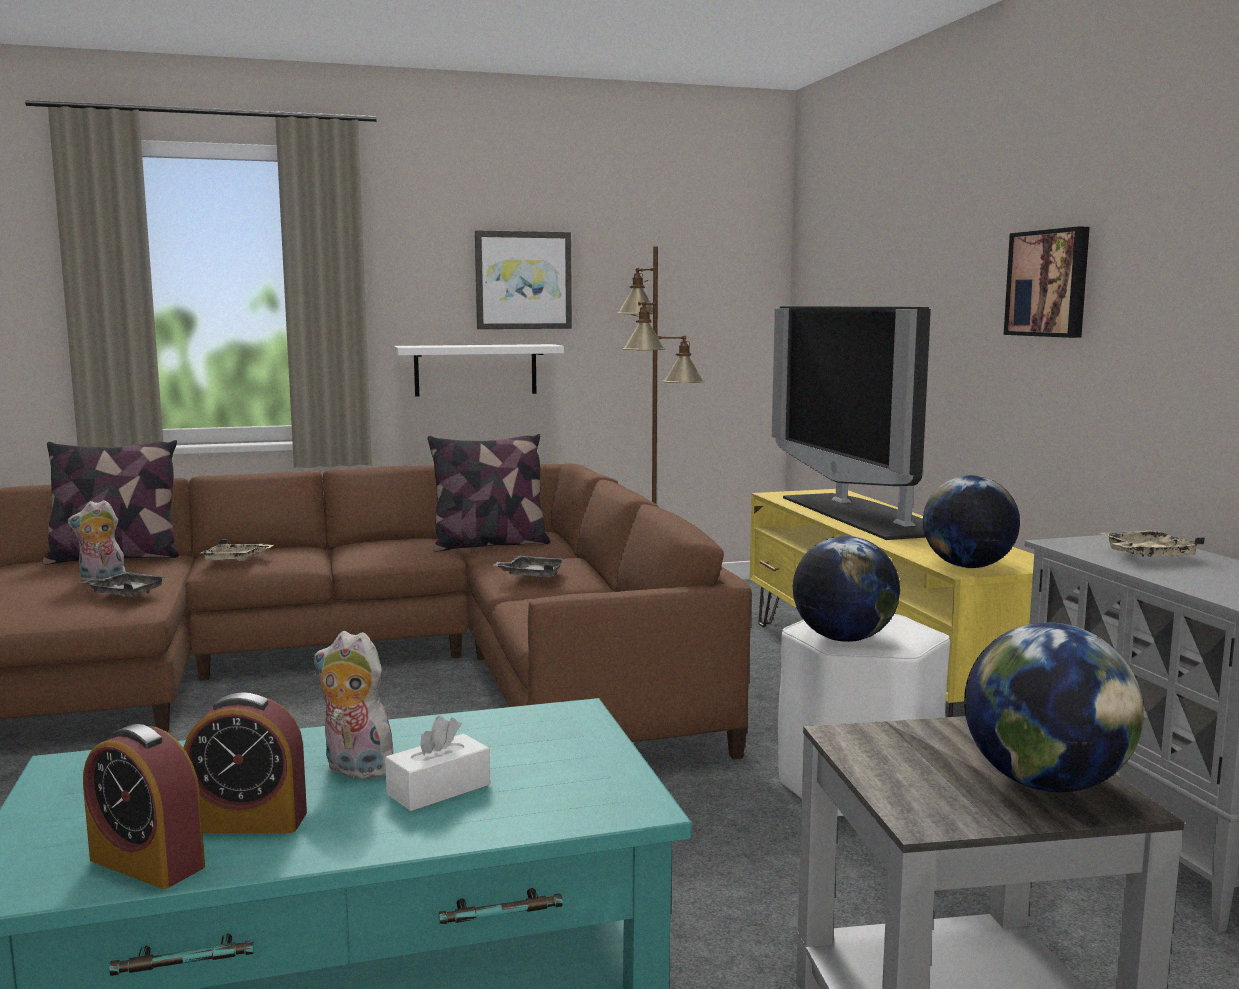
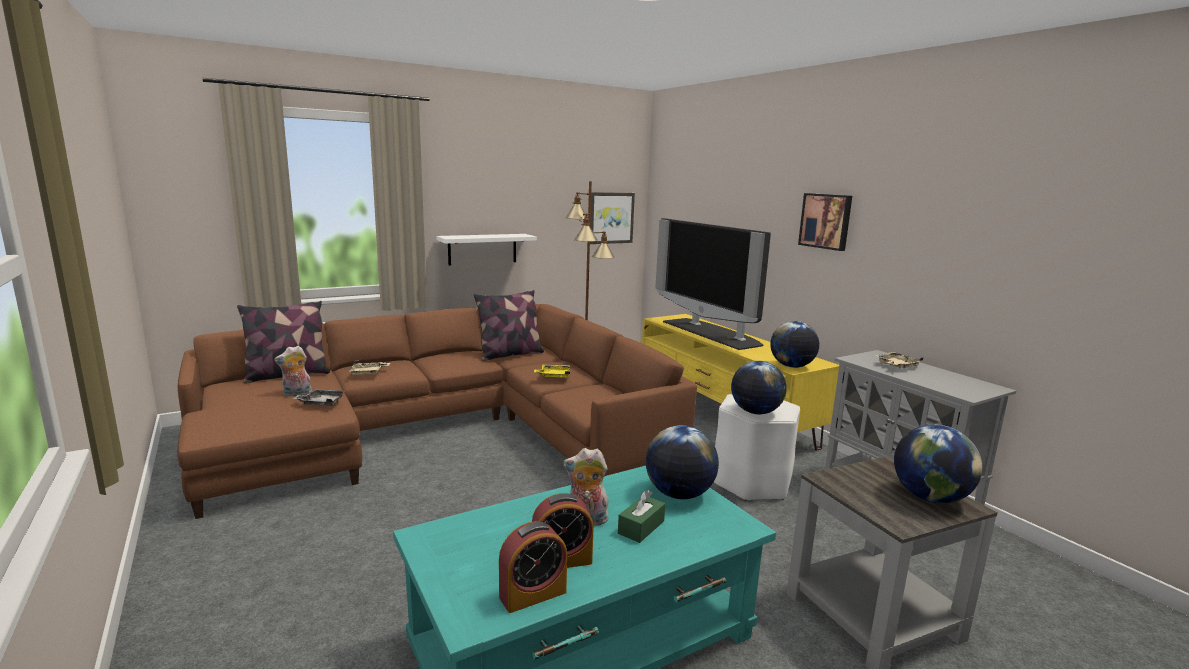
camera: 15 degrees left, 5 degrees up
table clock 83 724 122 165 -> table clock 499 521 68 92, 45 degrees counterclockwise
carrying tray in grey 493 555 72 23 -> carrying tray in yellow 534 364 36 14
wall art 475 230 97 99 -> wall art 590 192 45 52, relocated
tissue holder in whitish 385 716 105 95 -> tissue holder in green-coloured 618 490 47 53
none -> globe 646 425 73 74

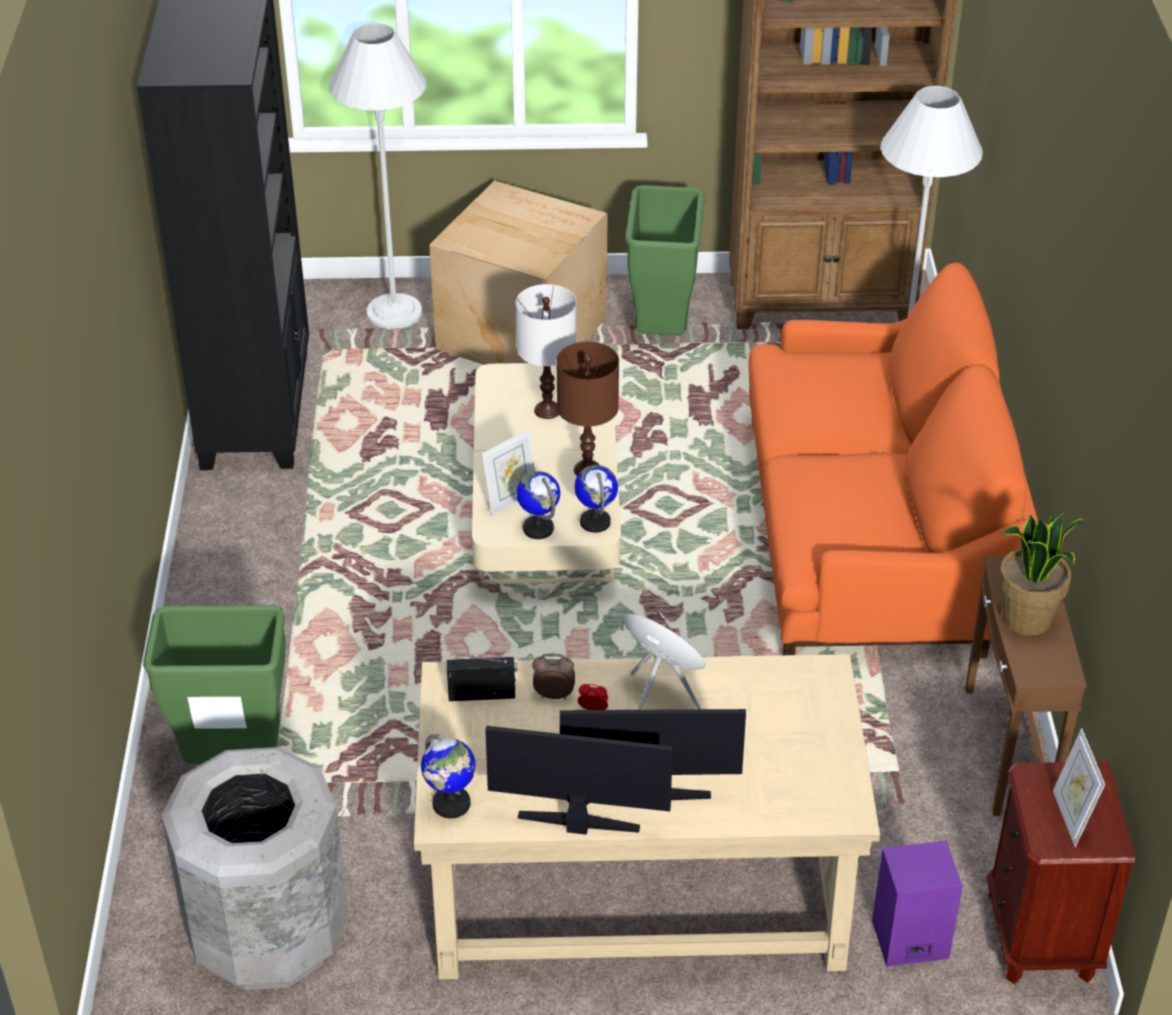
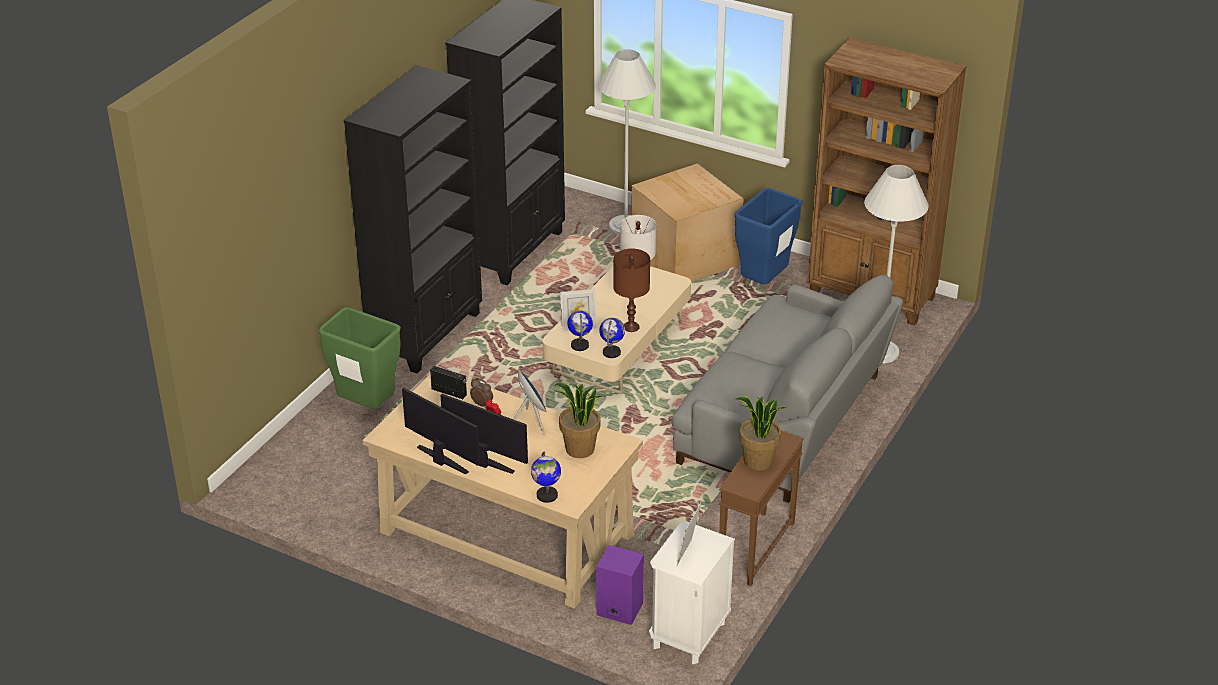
camera: 30 degrees right, 5 degrees down
none -> bookshelf in black-coloured 344 65 138 309
globe 421 734 55 84 -> globe 531 451 30 52, relocated
none -> potted plant 554 383 49 75
night table in brown 987 761 148 223 -> night table in whitish 649 522 86 142
settee in orangey 748 263 290 396 -> settee in grey 672 275 231 228
rubbish bin in green-coloured 625 185 80 151 -> rubbish bin in blue-coloured 734 188 68 96
rubbish bin in grey 161 747 188 243 -> none

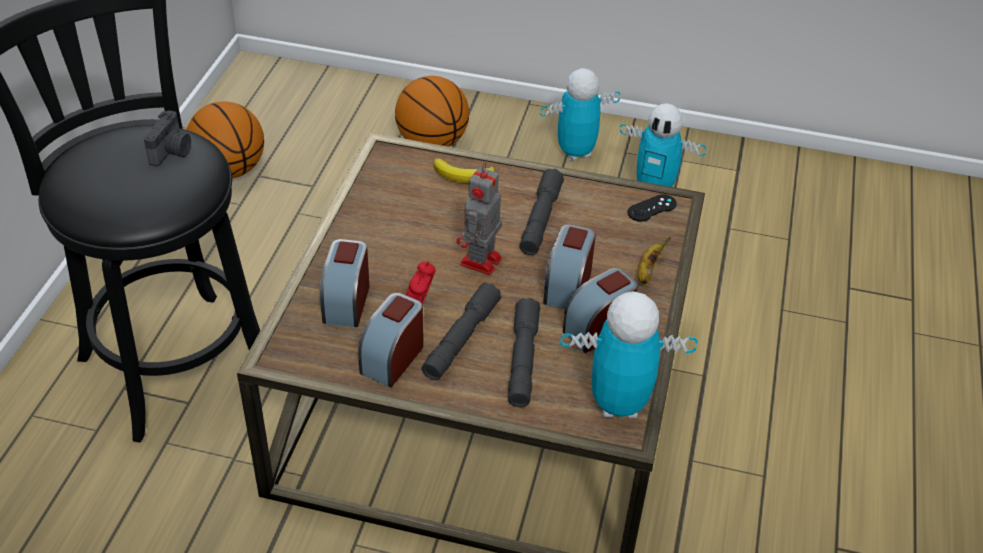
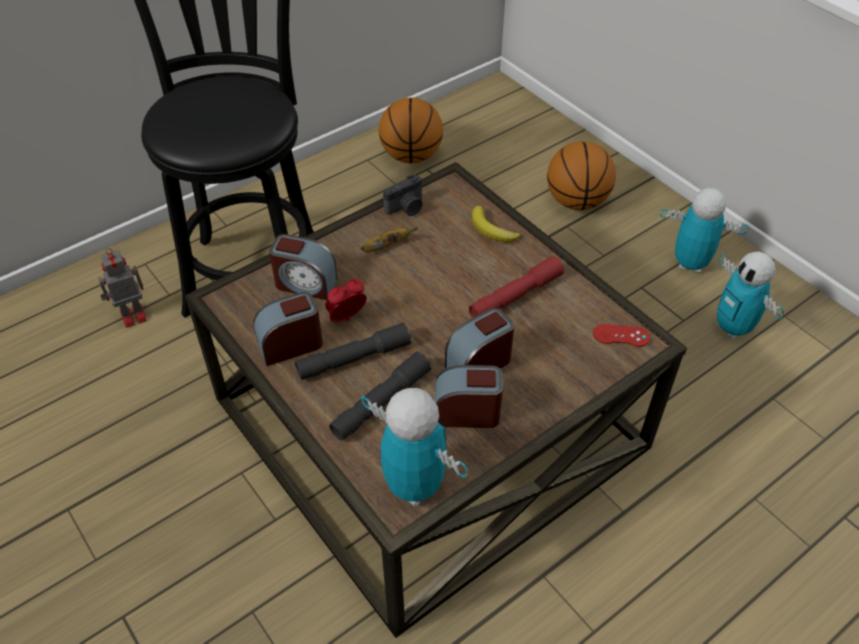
camera: 40 degrees right, 5 degrees up
toy robot 457 163 45 112 -> toy robot 98 248 49 80, relocated
table clock 319 239 50 88 -> table clock 269 234 68 66, 120 degrees counterclockwise
banana fruit 638 236 33 48 -> banana fruit 361 227 56 25, relocated
photo camera 144 110 47 57 -> photo camera 383 174 40 42, relocated
flashlight in grey 520 168 44 87 -> flashlight in red-coloured 469 256 95 62
game controller in black-coloured 628 194 49 28 -> game controller in red-coloured 593 324 57 23

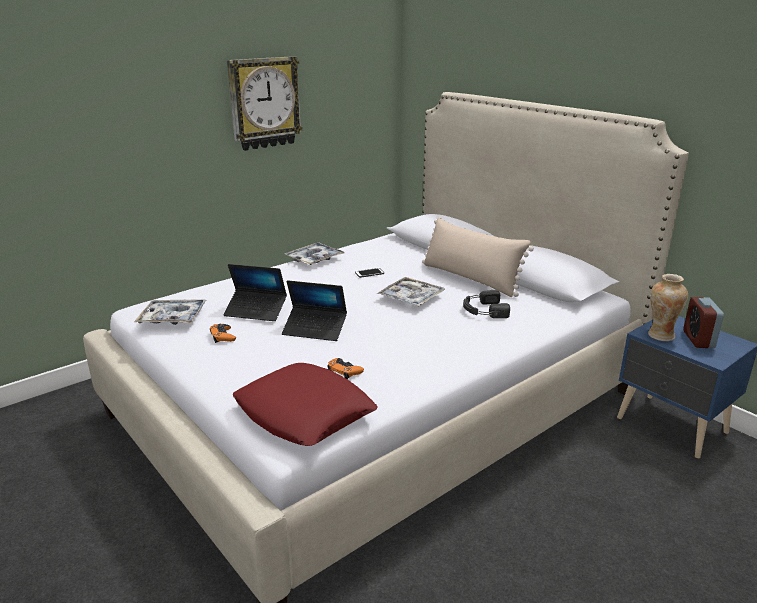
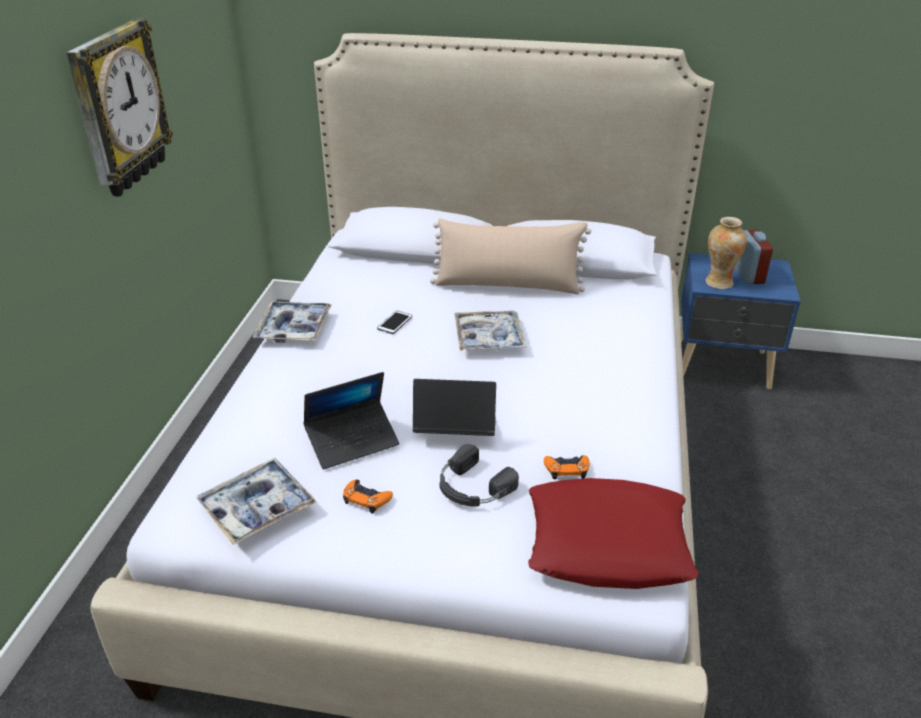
camera: 40 degrees left, 10 degrees up
laptop 282 280 65 61 -> laptop 413 379 83 57, 150 degrees counterclockwise
pair of headphones in black-coloured 463 290 47 28 -> pair of headphones in black-coloured 439 444 80 63, relocated
table clock 683 297 41 51 -> table clock 734 230 39 54, 150 degrees counterclockwise

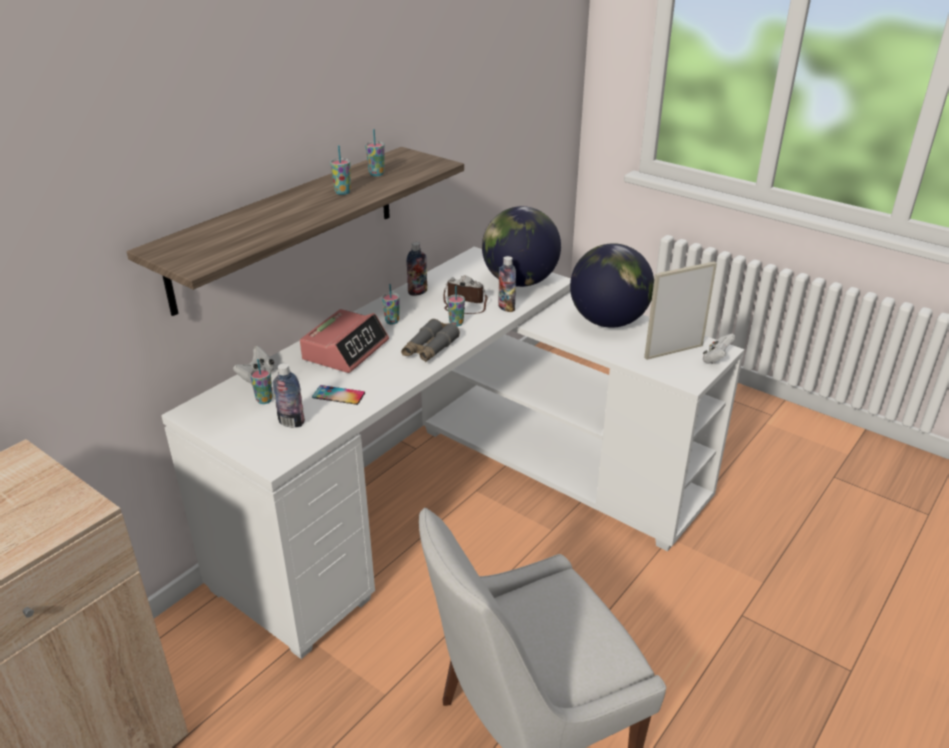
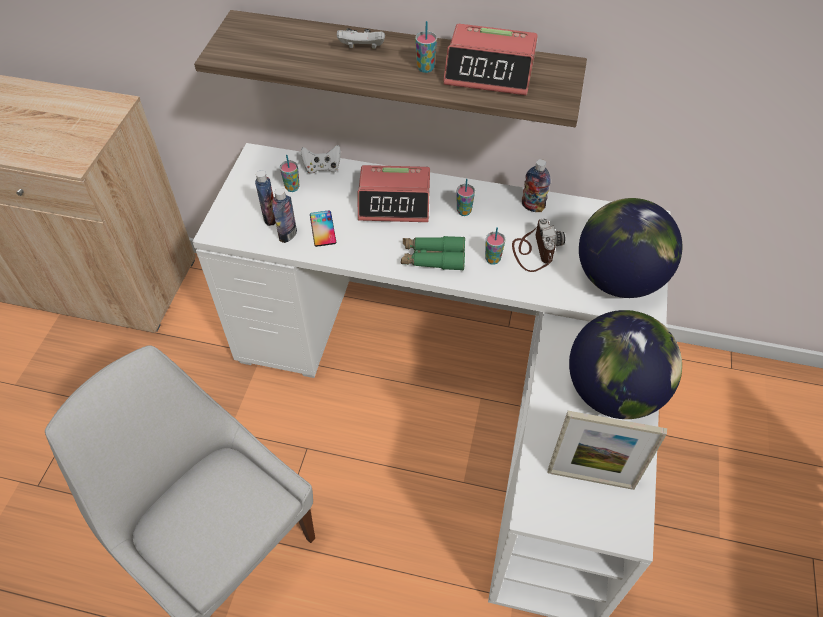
camera: 65 degrees right, 20 degrees up
beverage bottle 498 256 18 56 -> beverage bottle 272 188 25 55, relocated
game controller in whitish 703 334 32 30 -> game controller in whitish 337 28 48 21, relocated
pair of binoculars in grey 401 319 59 43 -> pair of binoculars in green-coloured 401 236 64 34
small cup 365 129 19 47 -> table clock 443 24 95 71
picture frame 644 261 73 99 -> picture frame 548 411 119 79, 150 degrees clockwise

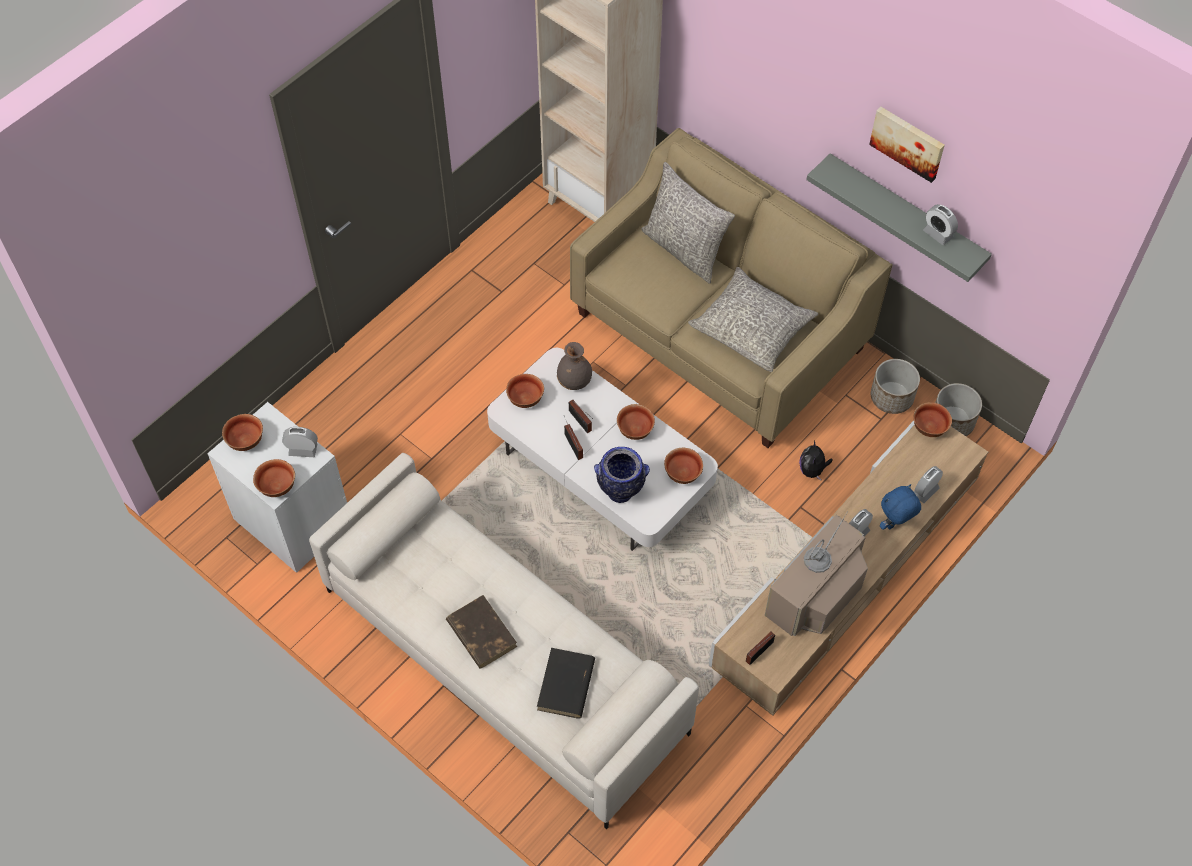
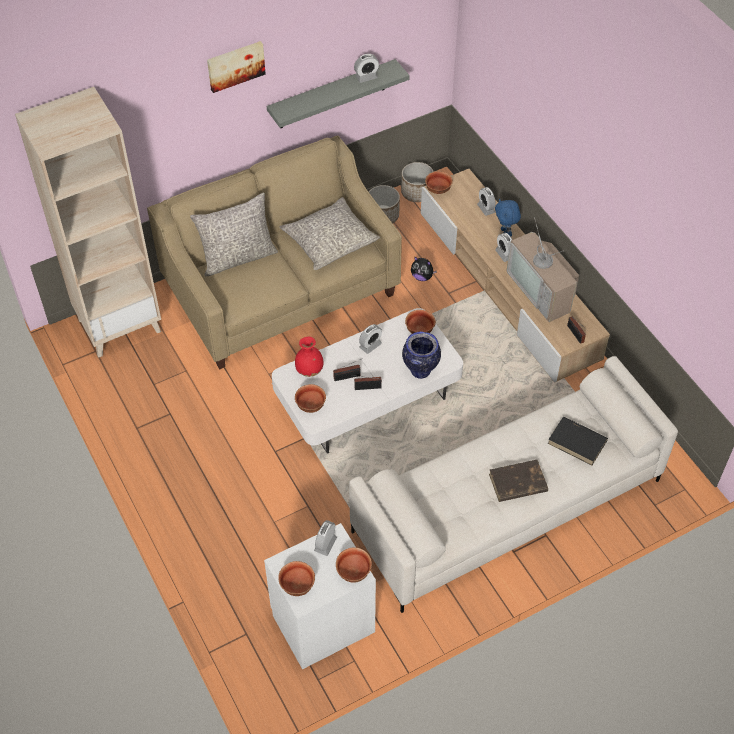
camera: 70 degrees left, 5 degrees down
wall art 869 107 76 76 -> wall art 207 41 59 52, relocated
vase in grey 557 342 35 48 -> vase in red-coloured 295 337 29 40
serving bowl 617 404 38 36 -> table clock 359 324 23 30

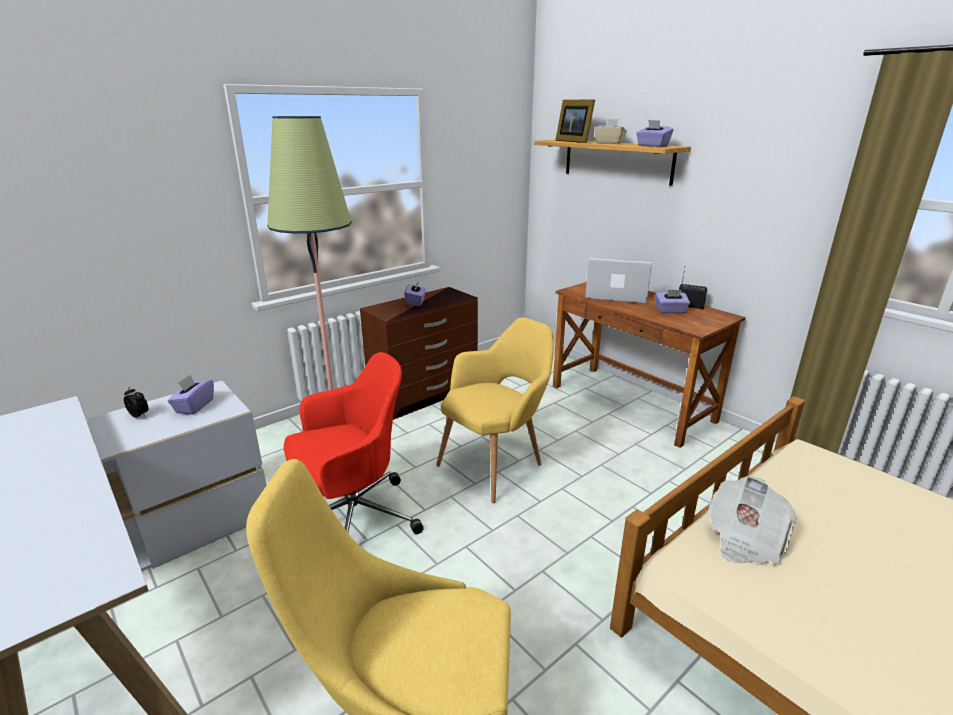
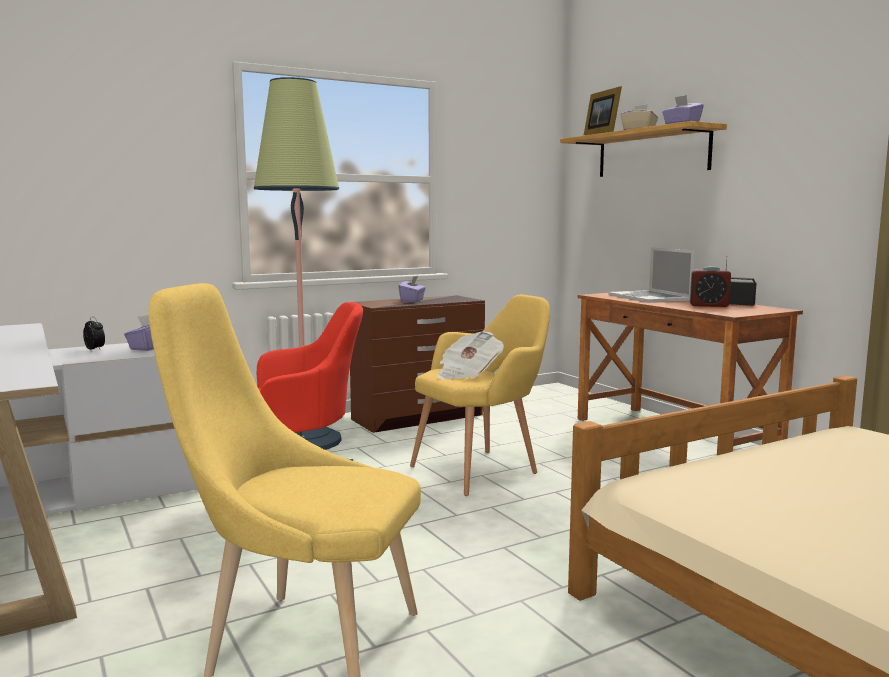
camera: 10 degrees right, 15 degrees down
daily paper 707 476 90 88 -> daily paper 437 331 67 49, relocated
laptop 585 258 67 45 -> laptop 608 247 87 56, 135 degrees counterclockwise
tissue holder in purplish 655 289 35 24 -> table clock 690 266 41 41

